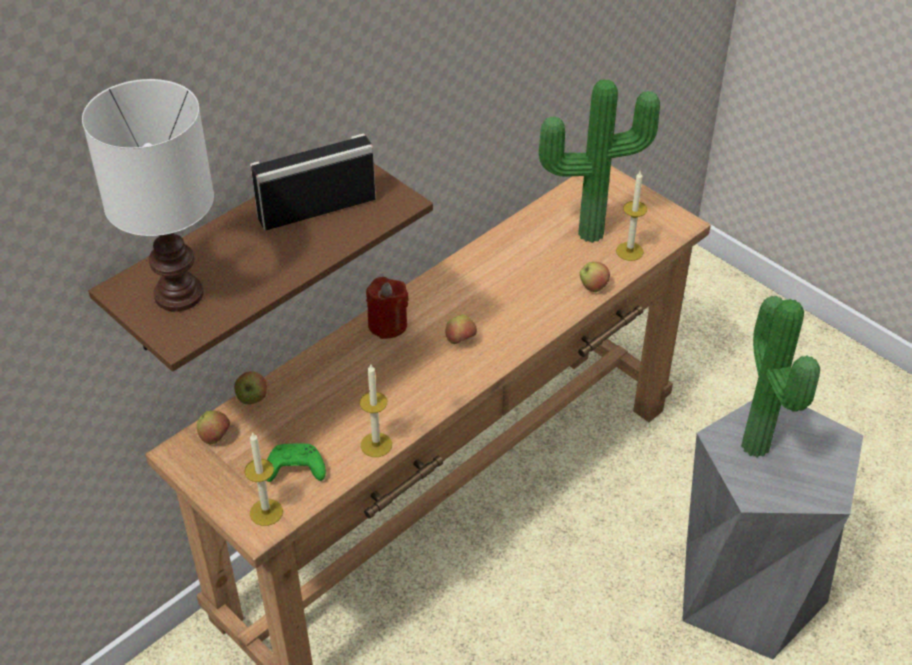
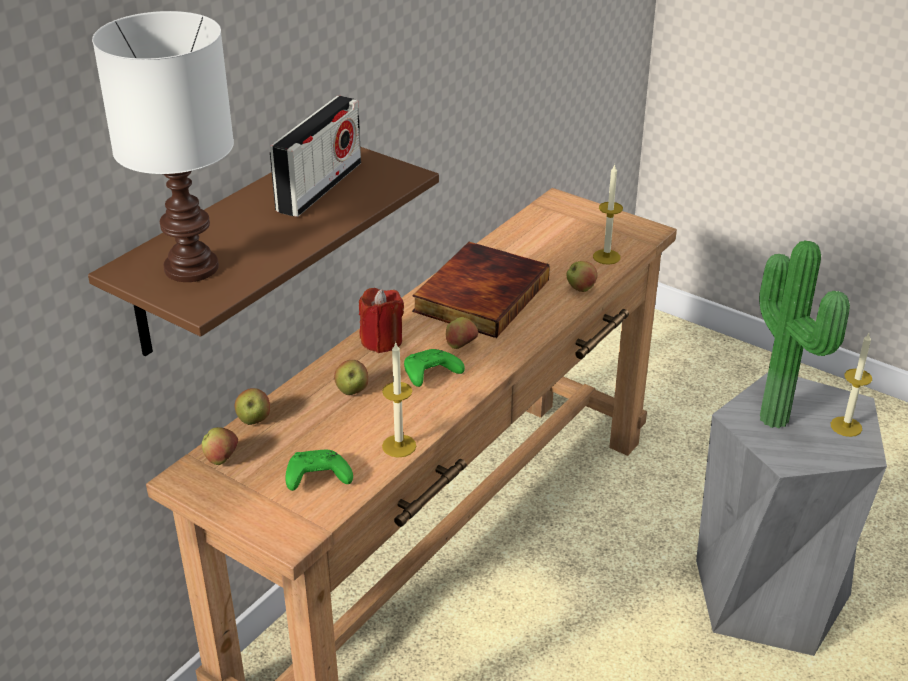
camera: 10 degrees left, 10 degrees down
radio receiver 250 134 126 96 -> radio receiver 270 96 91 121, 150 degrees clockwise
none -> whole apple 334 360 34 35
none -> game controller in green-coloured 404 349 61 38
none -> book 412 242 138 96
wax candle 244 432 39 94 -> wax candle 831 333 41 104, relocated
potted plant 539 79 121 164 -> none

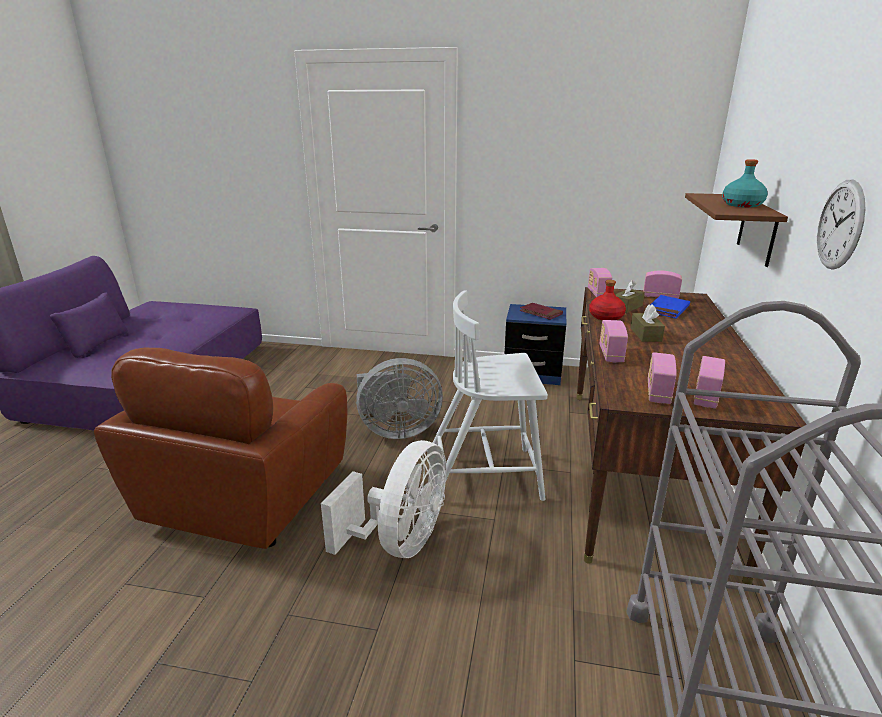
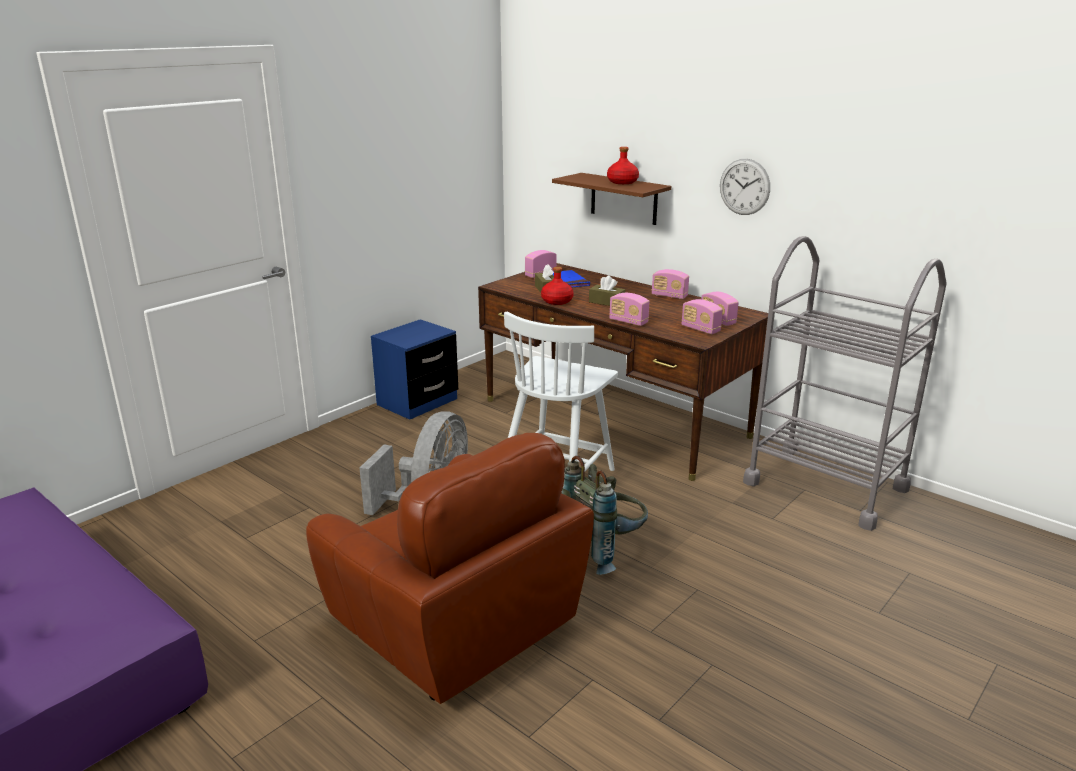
camera: 60 degrees left, 0 degrees up
cooling fan in whitish 321 440 125 118 -> backpack in grey 561 456 87 119
beverage bottle in turquoise-coloured 722 159 46 48 -> beverage bottle in red-coloured 607 147 32 37
radio receiver 588 268 24 29 -> radio receiver 652 269 37 30, relocated
book in red-coloured 520 303 43 17 -> none

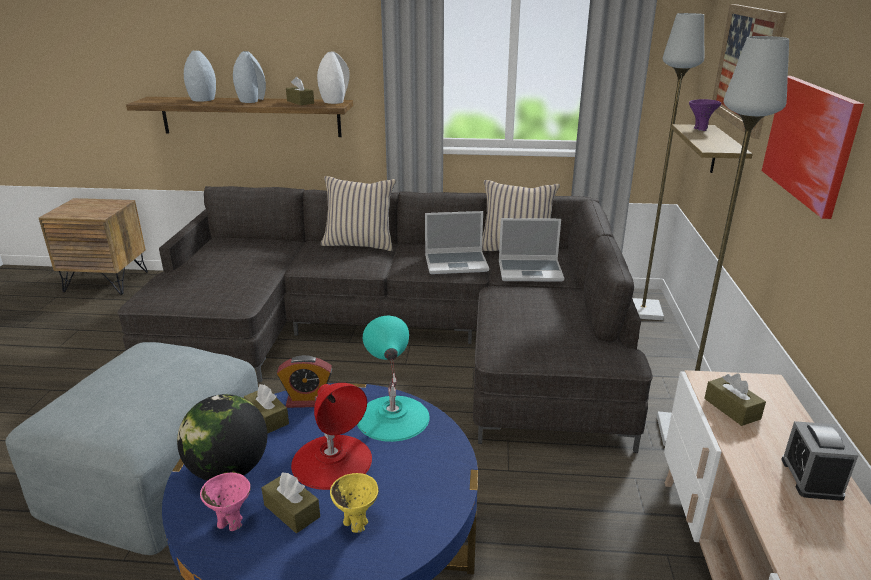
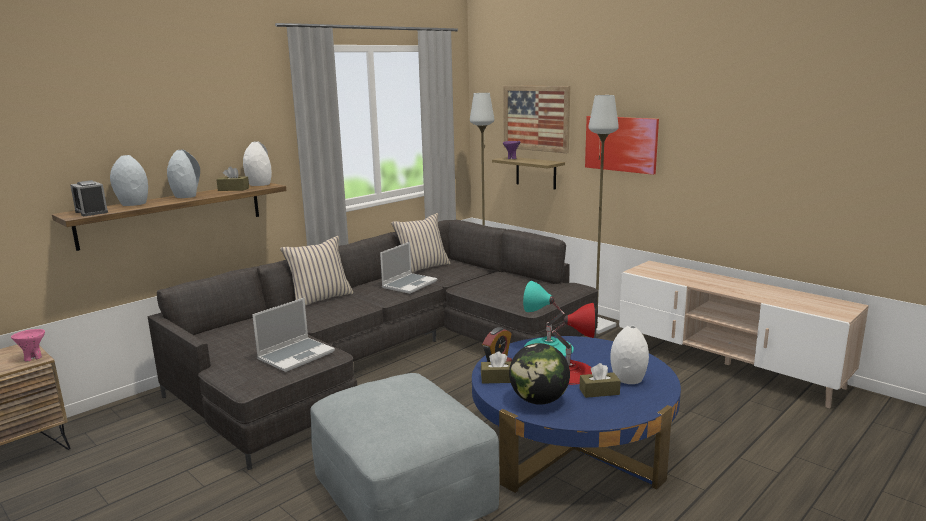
camera: 50 degrees left, 10 degrees down
serving bowl in pink 200 473 51 58 -> serving bowl in pink 11 329 34 33, relocated
table clock 781 421 78 80 -> table clock 70 180 38 36, relocated
laptop 499 218 65 64 -> laptop 252 298 83 74, relocated
serving bowl in yellow 330 473 49 60 -> vase in whitish 610 326 39 58
tissue holder in brown 704 373 62 53 -> none

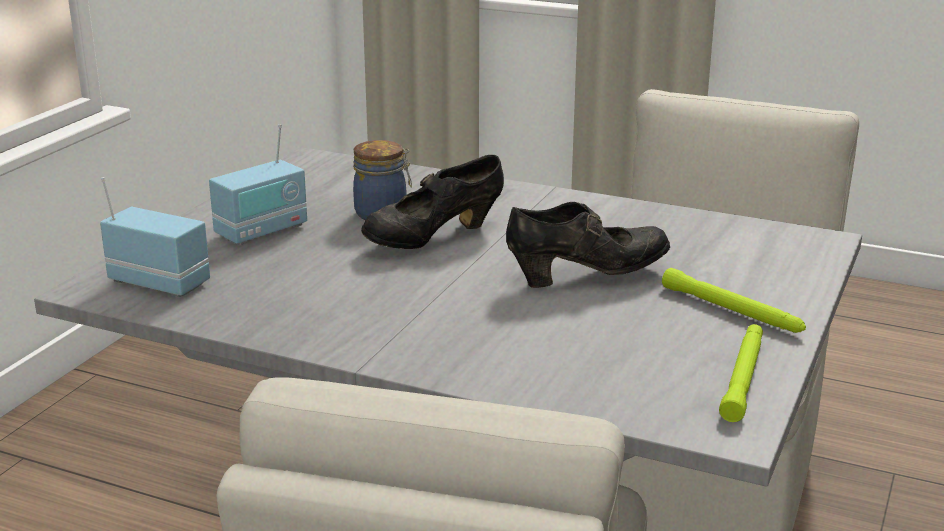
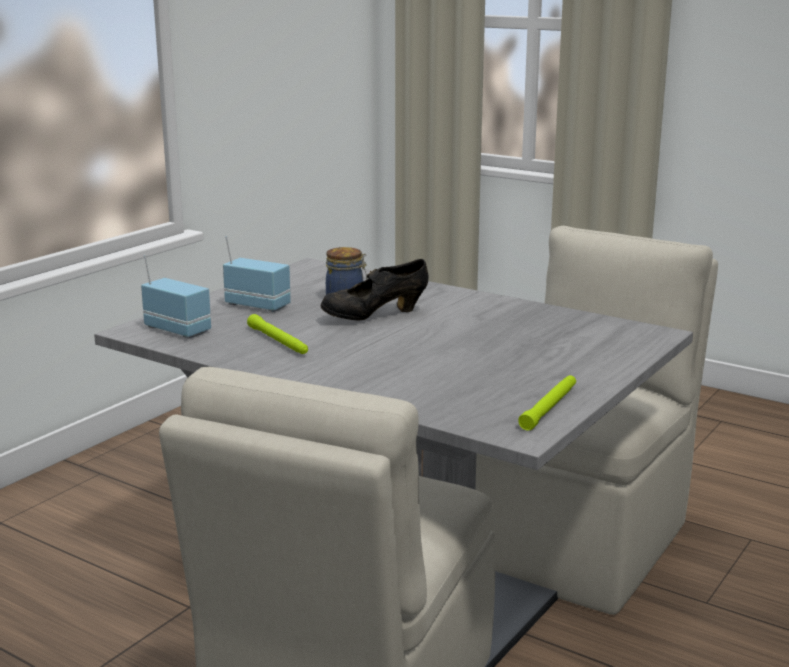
camera: 10 degrees right, 5 degrees down
radio receiver 209 124 98 121 -> radio receiver 223 236 68 76, 120 degrees counterclockwise
flashlight in green-coloured 662 268 144 65 -> flashlight in green-coloured 247 314 61 40, relocated
shoe in black-coloured 506 202 164 86 -> none

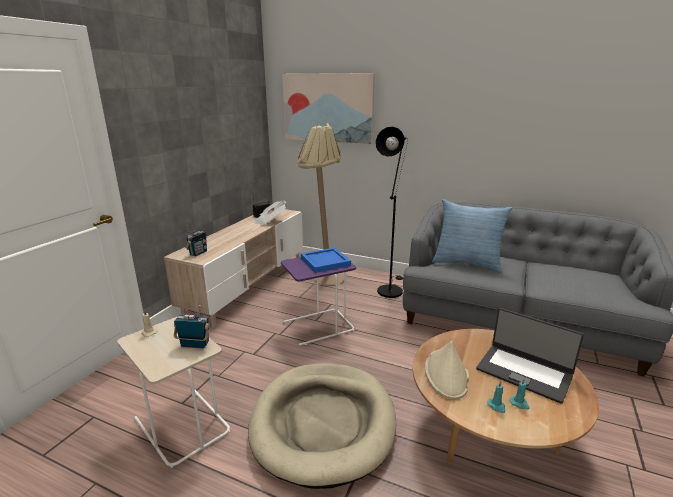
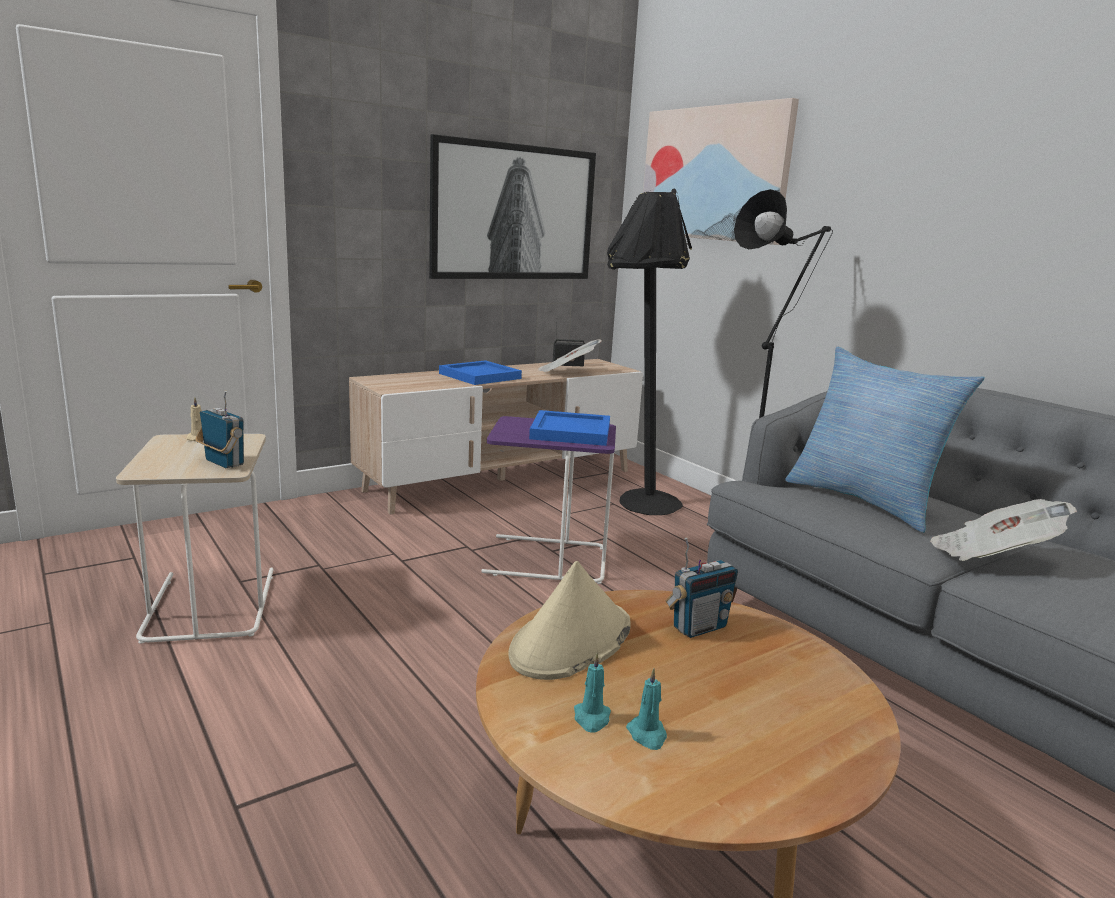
camera: 30 degrees right, 5 degrees down
none -> wall art 429 134 167 145
none -> carrying tray in blue-coloured 439 360 83 25
standard lamp in beige-coloured 297 123 47 162 -> standard lamp in black-coloured 607 189 85 326
radio receiver 185 225 22 31 -> radio receiver 666 537 72 101, relocated
none -> daily paper 930 499 147 62
dog cushion in beige-coloured 248 363 148 126 -> none
laptop 476 308 108 96 -> none

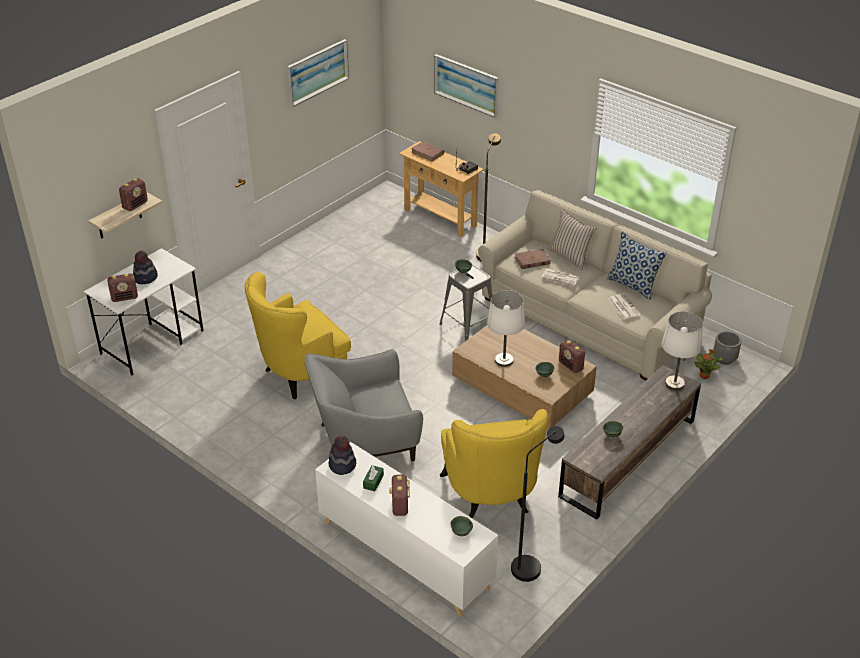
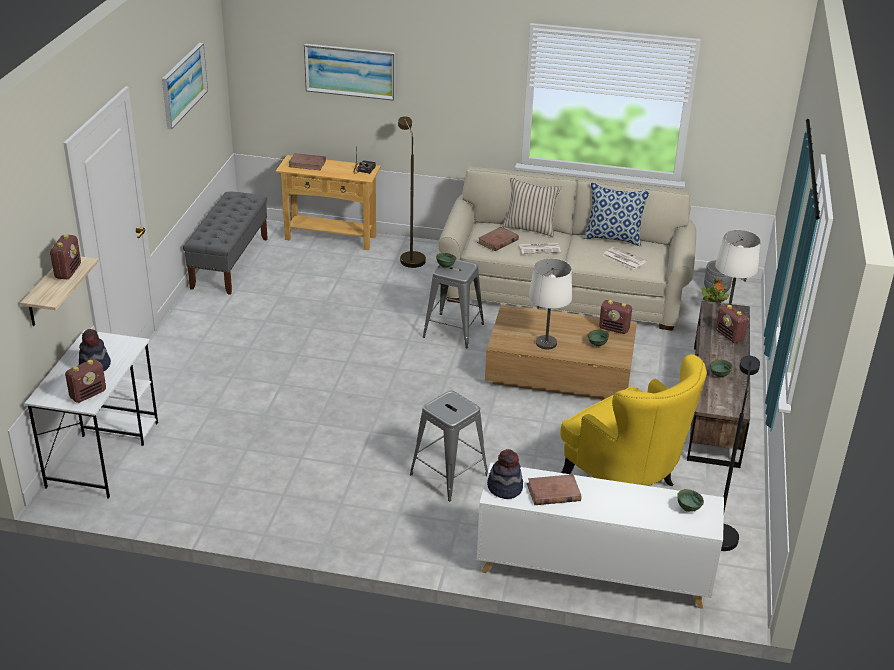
camera: 30 degrees left, 5 degrees down
none -> long seat in grey 183 192 85 103
easy chair in grey 305 349 118 112 -> sitting stool in grey 410 391 78 110
tissue holder in green-coloured 363 465 21 26 -> book in brown 527 474 54 31
radio receiver 389 474 21 42 -> radio receiver 716 304 33 39, relocated
easy chair in yellow 245 272 106 128 -> none

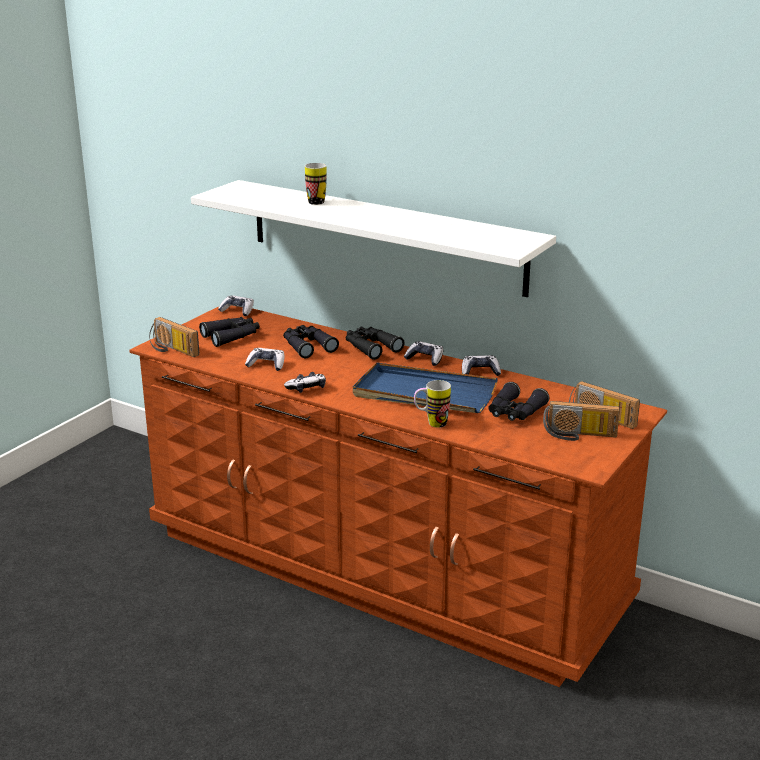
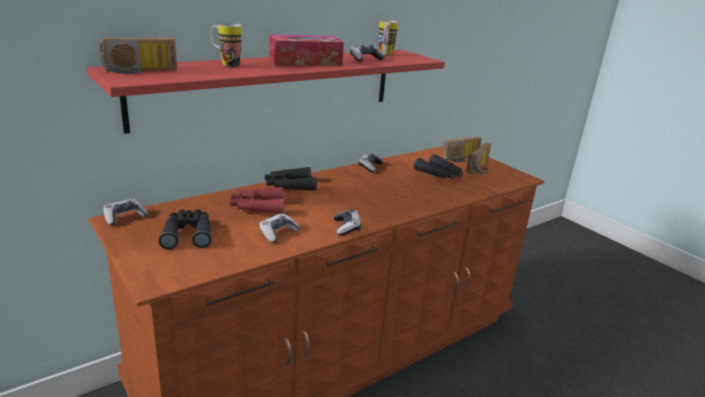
camera: 70 degrees left, 0 degrees up
wall shelf in whitish 191 180 365 117 -> wall shelf in red-coloured 87 50 358 84
radio receiver 149 317 50 40 -> radio receiver 97 38 80 36, relocated
pair of binoculars in black-coloured 283 325 56 33 -> pair of binoculars in red-coloured 230 187 54 27
none -> tissue holder 269 34 75 32
game controller 404 341 40 25 -> game controller 350 45 35 17, relocated
mug 414 380 37 48 -> mug 379 20 19 35, relocated
carrying tray in blue-coloured 353 362 145 51 -> none

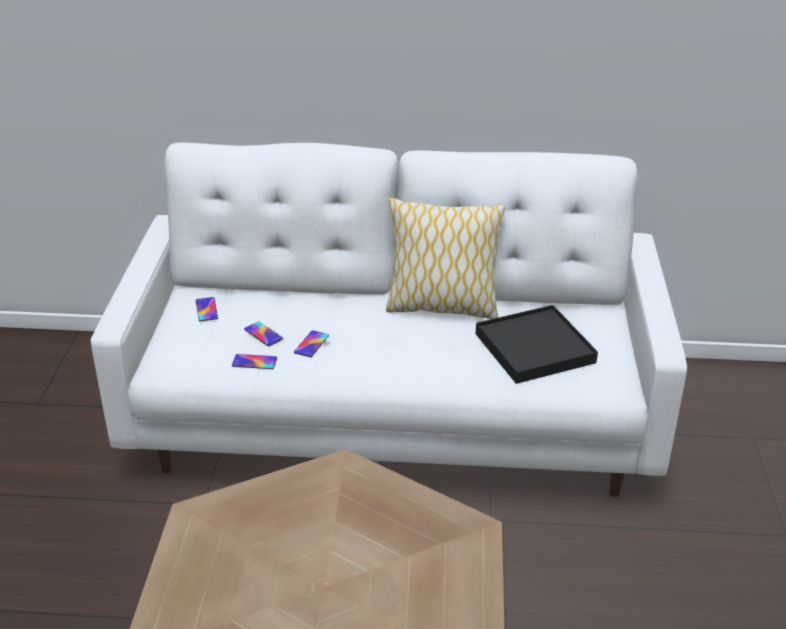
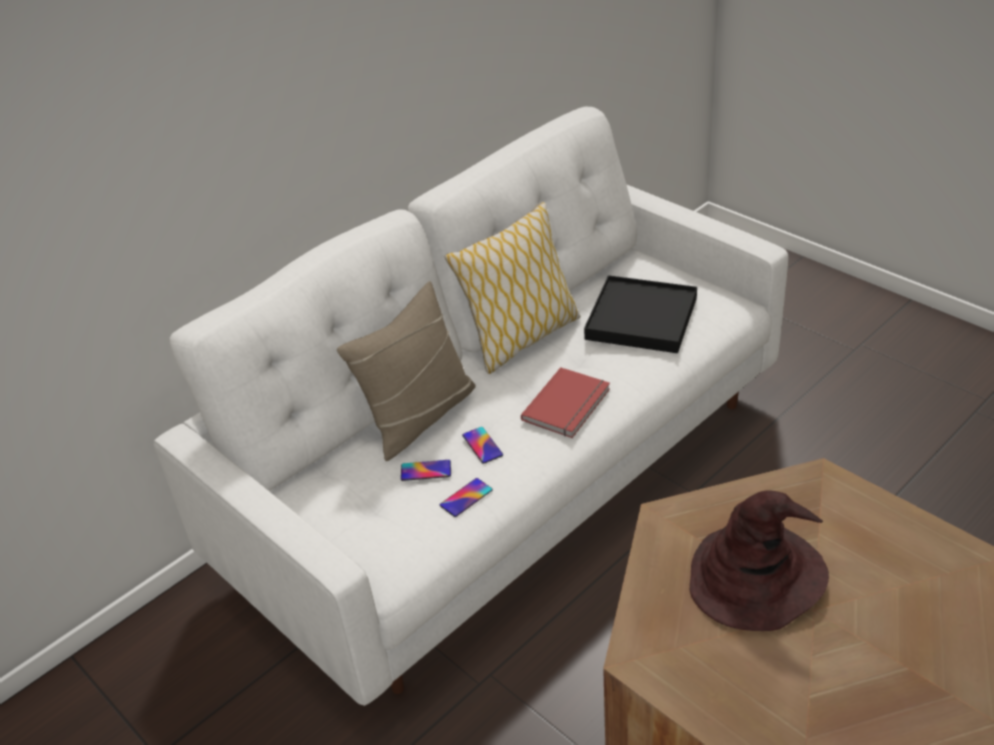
camera: 45 degrees left, 5 degrees up
none -> pillow in beige-coloured 337 281 139 180
none -> book in red-coloured 521 367 89 71
none -> clothing hat in brown 690 490 139 141
phone 196 297 22 24 -> none

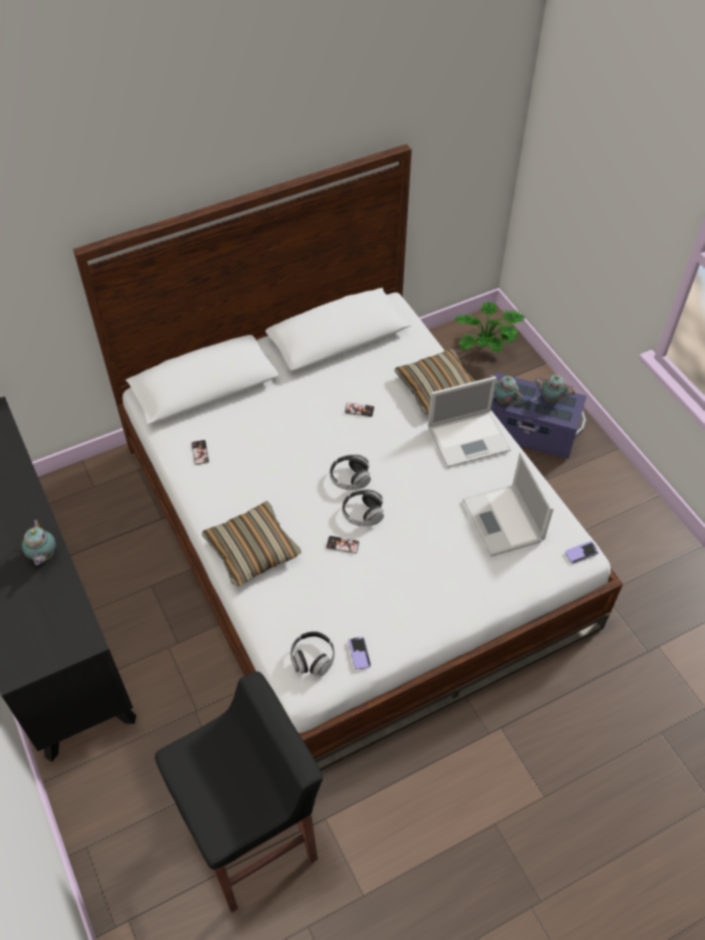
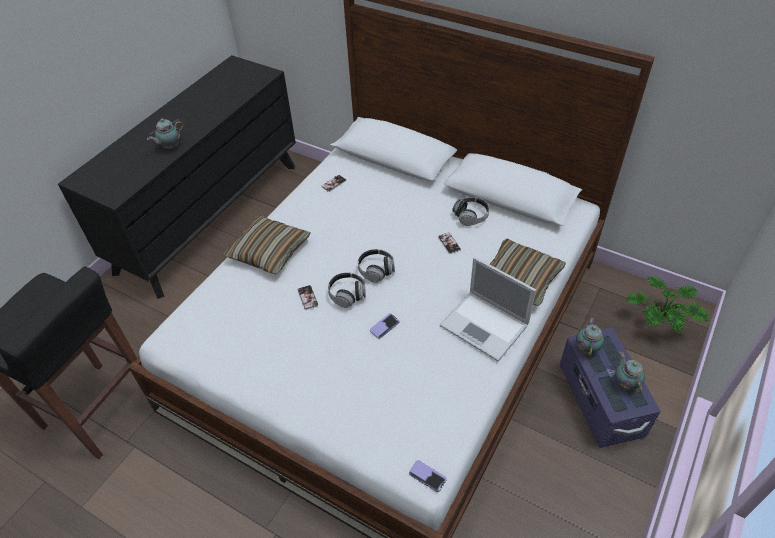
camera: 60 degrees right, 5 degrees down
phone 348 637 23 33 -> phone 370 313 29 26, relocated
pair of headphones 290 631 45 46 -> pair of headphones 452 197 37 29, relocated
laptop 463 452 91 105 -> none

